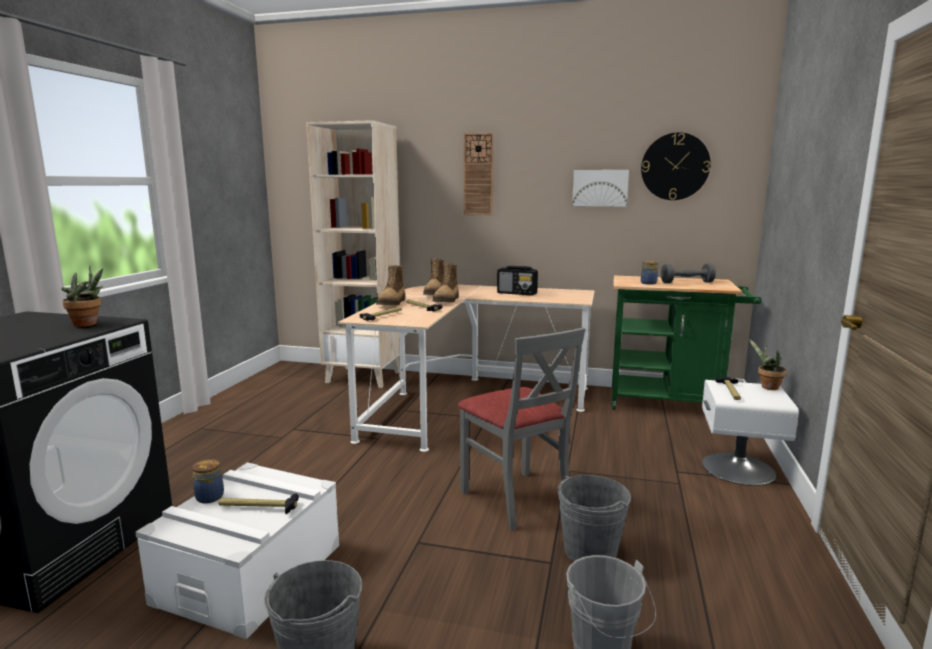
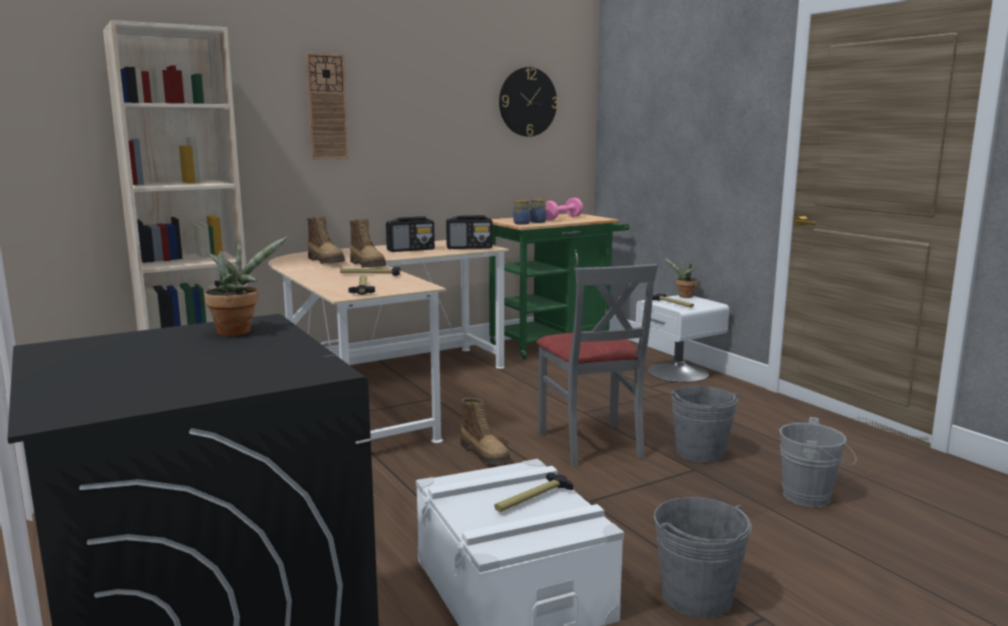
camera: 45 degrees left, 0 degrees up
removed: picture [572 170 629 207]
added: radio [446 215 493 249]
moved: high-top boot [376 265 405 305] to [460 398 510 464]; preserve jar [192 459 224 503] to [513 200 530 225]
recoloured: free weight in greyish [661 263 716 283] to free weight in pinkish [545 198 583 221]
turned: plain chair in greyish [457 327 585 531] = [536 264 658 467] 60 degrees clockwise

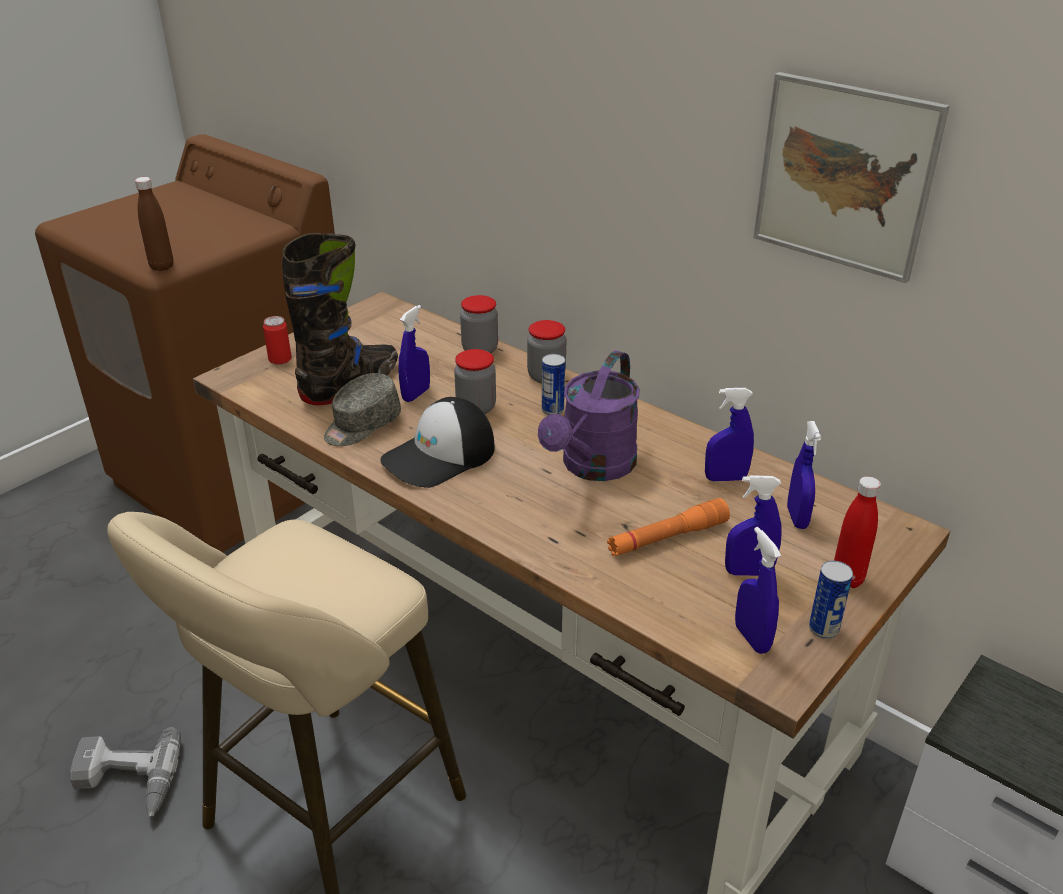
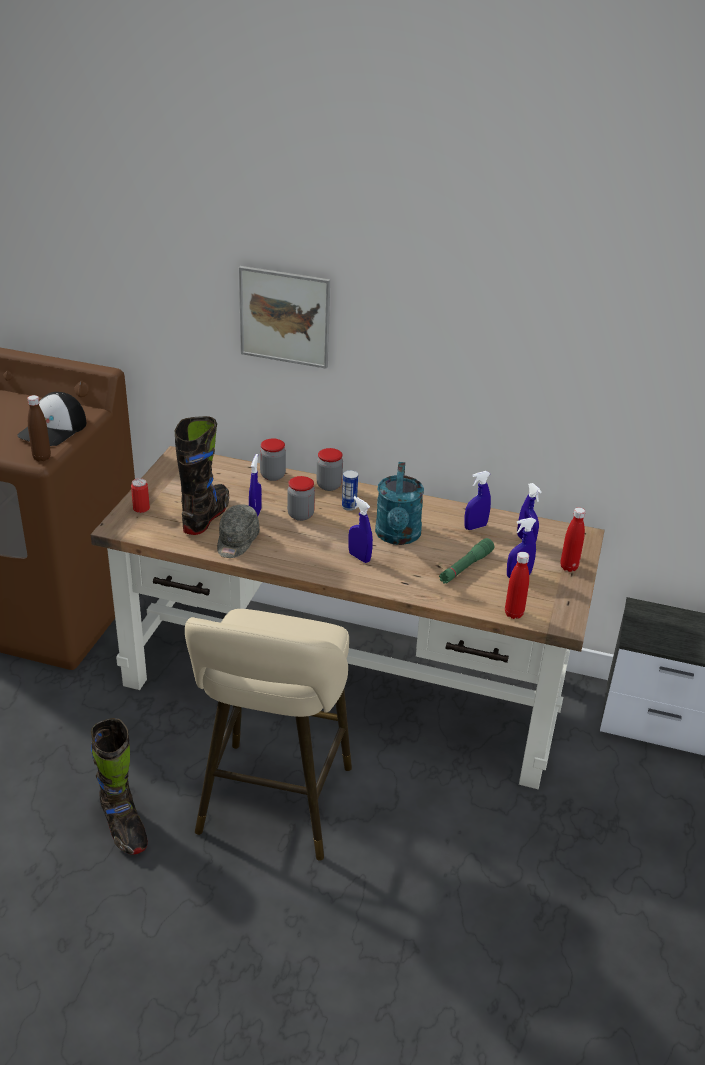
camera: 25 degrees left, 0 degrees up
removed: metal can [809 561 853 639]
added: drink bottle in red [505 552 529 619]
moved: peaked cap [380 397 495 488] to [17 392 87 446]; picture [753 72 950 283] to [239 266 330 369]; sprayer in bluish [735 527 781 654] to [348 496 373 563]
replaced: drill [70 727 181 817] to high-top boot in black [91 718 148 855]
recoloured: watering can in purple [538 351 639 481] to watering can in turquoise-coloured [375 462 424 545]; hand torch in orange [607 498 730 556] to hand torch in greenish [439 538 494 584]

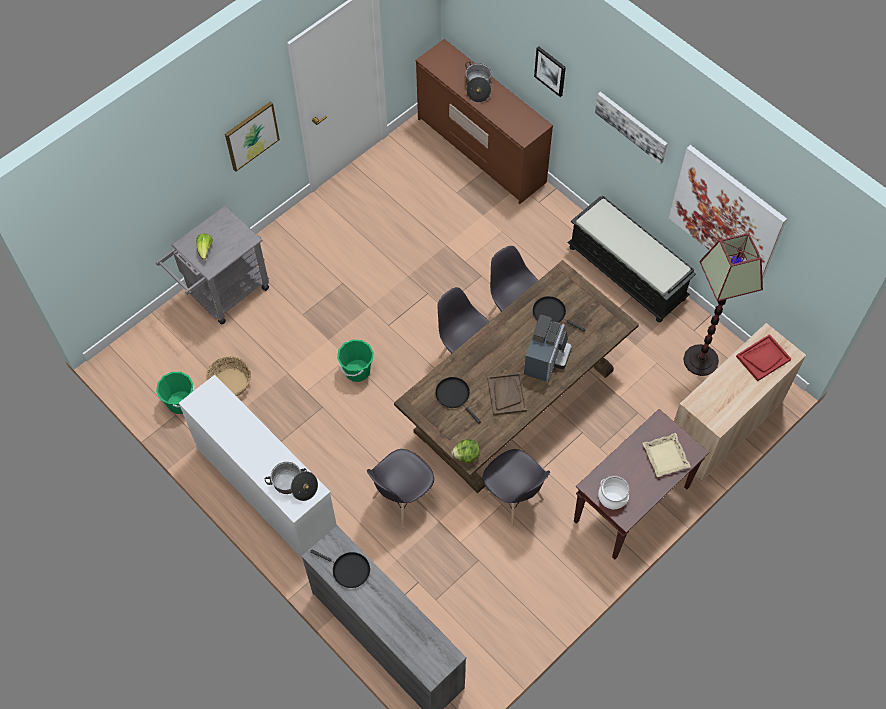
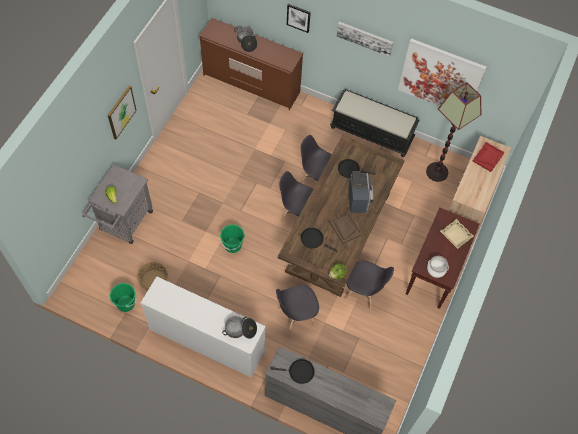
camera: 25 degrees left, 0 degrees up
turned: plain chair in greyish [367 449 434 527] = [276 285 319 334] 45 degrees clockwise

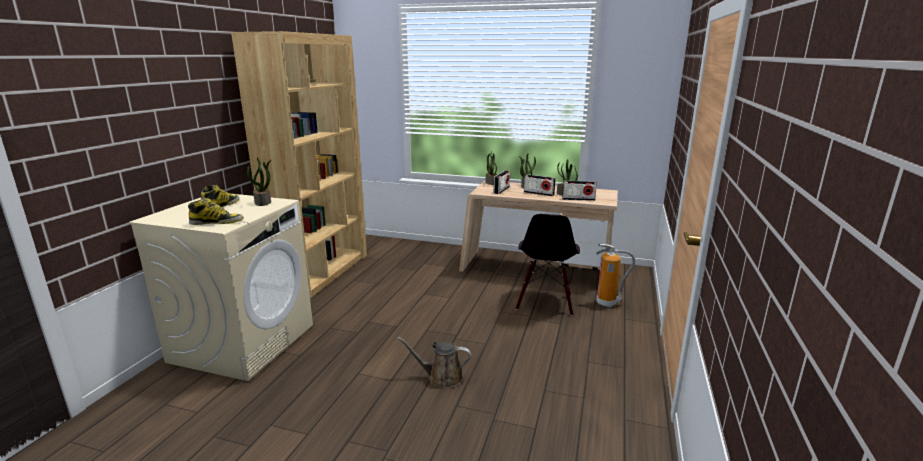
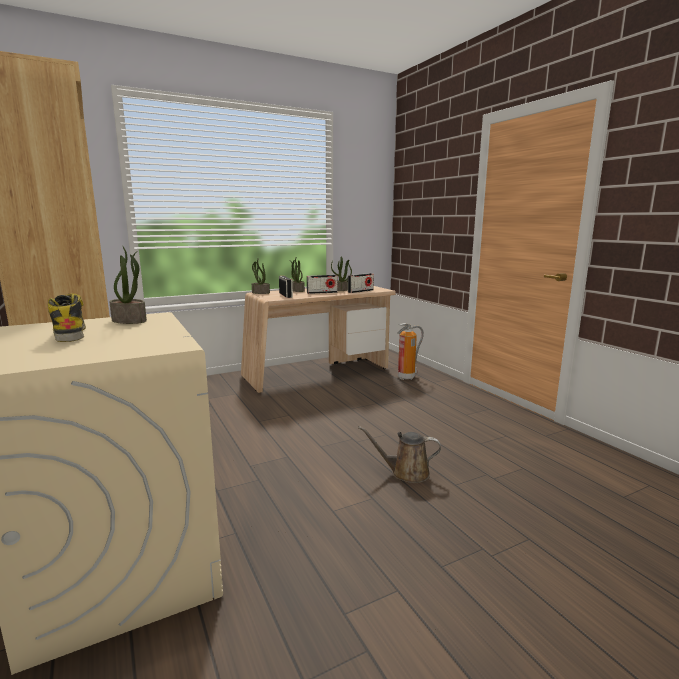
camera: 45 degrees left, 5 degrees down
removed: high-top boot [188 197 244 225]; plain chair in black [516 214 580 316]
turned: watering can in brownish [397 337 471 388] = [358 426 441 483] 45 degrees clockwise

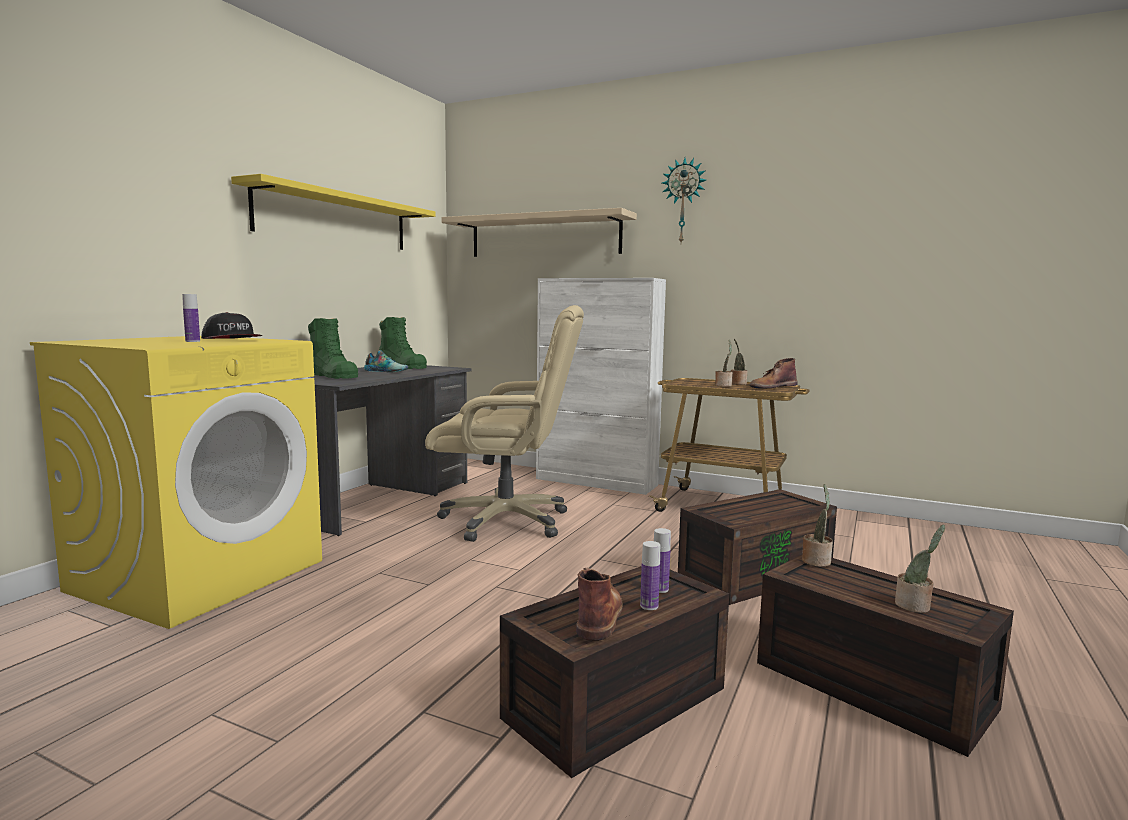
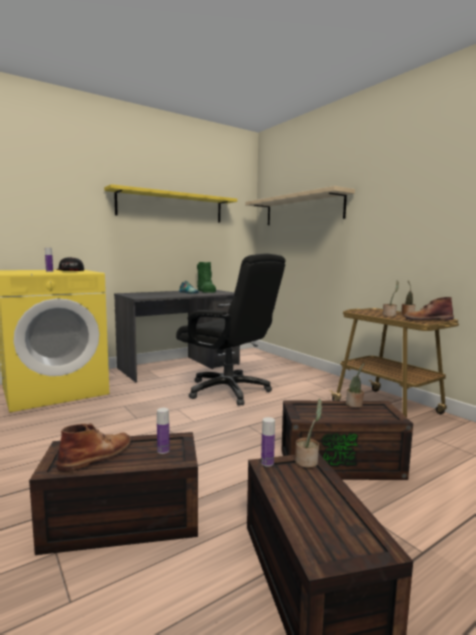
camera: 30 degrees right, 0 degrees up
removed: high-top boot in greenish [308 318 358 379]; cupboard in whitish [536 278 666 495]; clock on the wall [662 158 706 243]
moved: drink bottle [640 541 660 610] to [261 417 275 467]; plant in a pot [895 525 945 613] to [346 363 365 408]
recoloured: computer chair in beige [425 305 584 542] to computer chair in black [176 253 286 406]

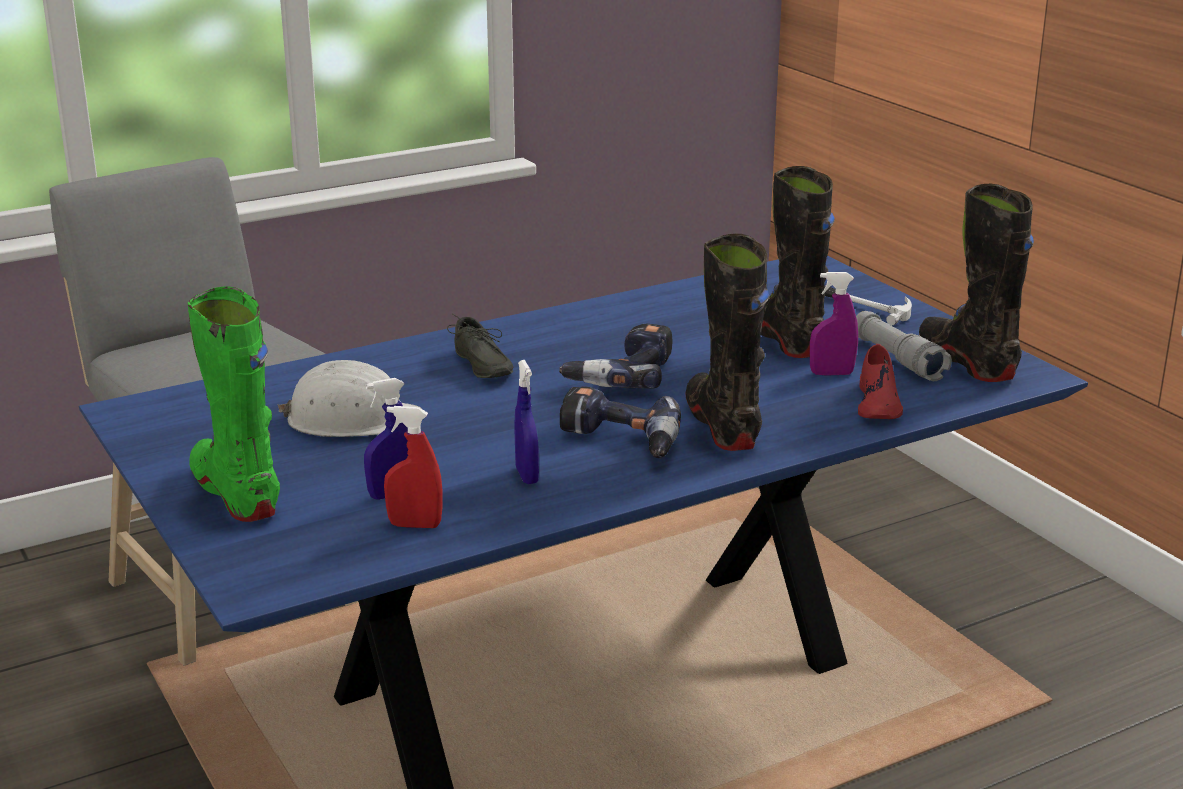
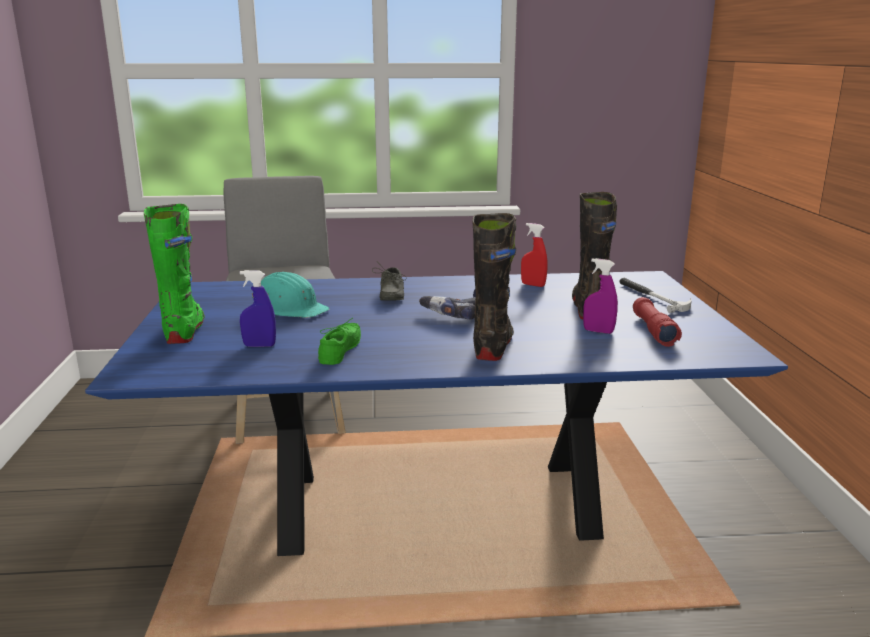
camera: 25 degrees right, 5 degrees down
removed: drill [560 386 681 458]; item of footwear in red [858 344 903 419]; high-top boot in black [919 184 1034 382]
moved: sprayer in red [384 406 443 528] to [521 223 548 287]
replaced: sprayer in bluish [515 360 539 484] to item of footwear in greenish [318 318 361 365]
recoloured: hard hat in whitish [277 360 422 437] to hard hat in turquoise-coloured [252 272 330 318]; hand torch in greyish [856 311 952 381] to hand torch in red [633 297 682 347]

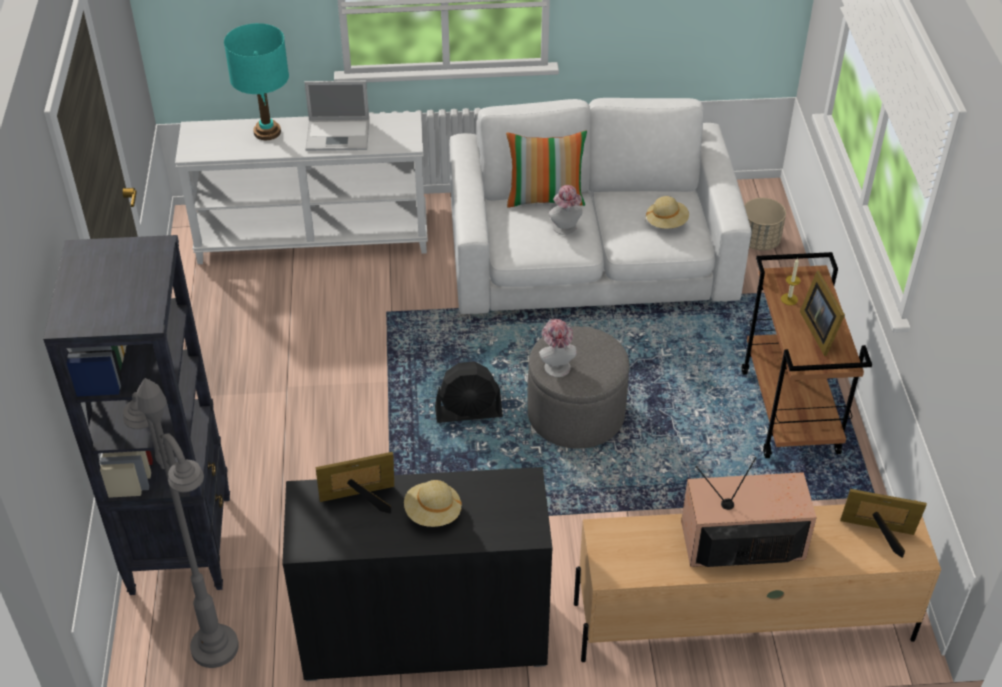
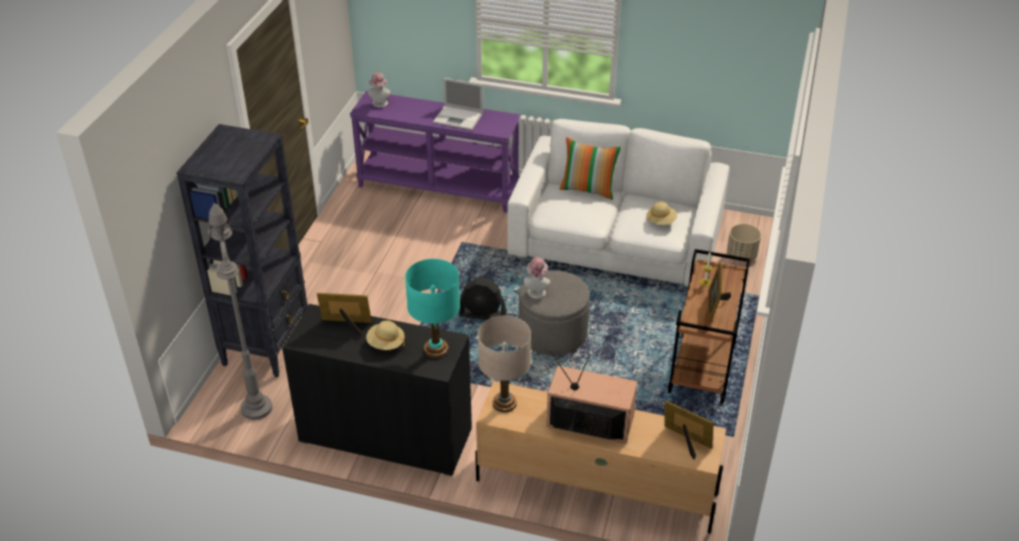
camera: 20 degrees right, 5 degrees down
added: lamp for a table in beige [478 315 531 413]
moved: wearable hat [549 185 583 235] to [368 72 391 107]; lamp for a table in turquoise-coloured [224 23 289 140] to [405 259 460 358]
recoloured: console table in whitish [175 112 428 264] to console table in purple [350 91 520 213]

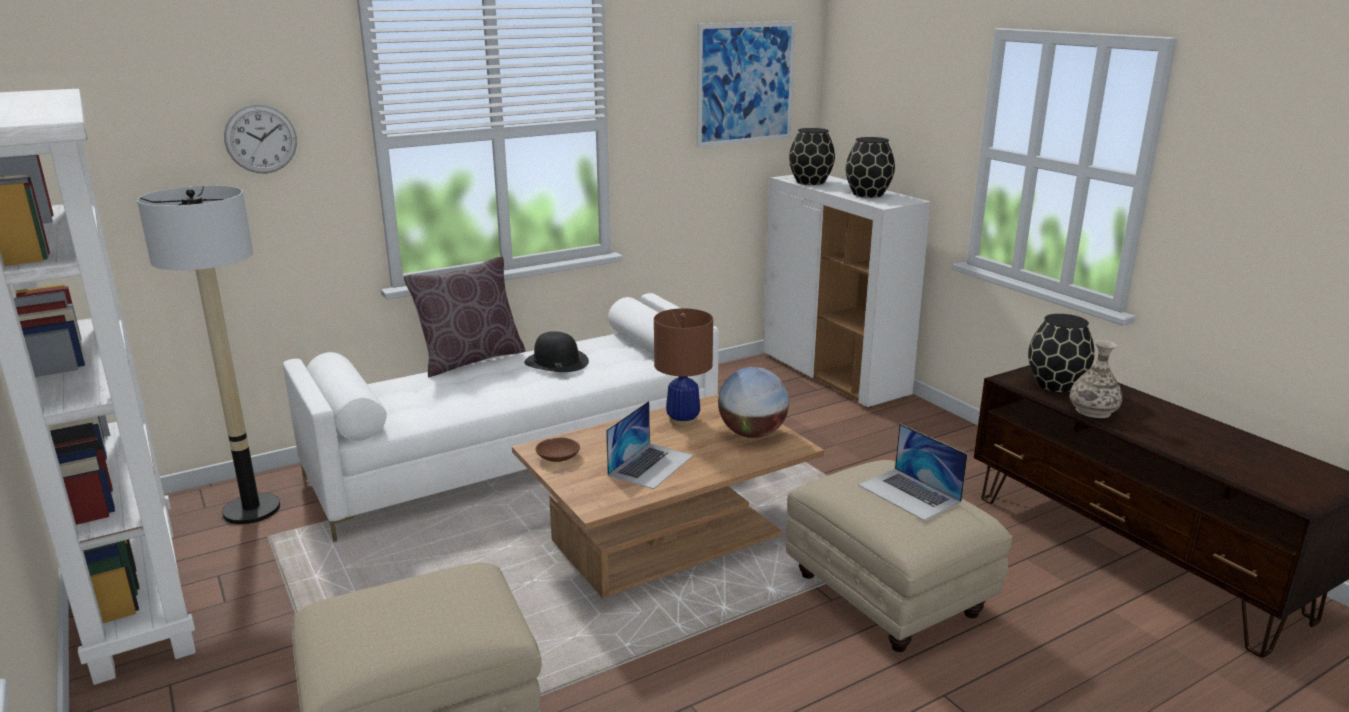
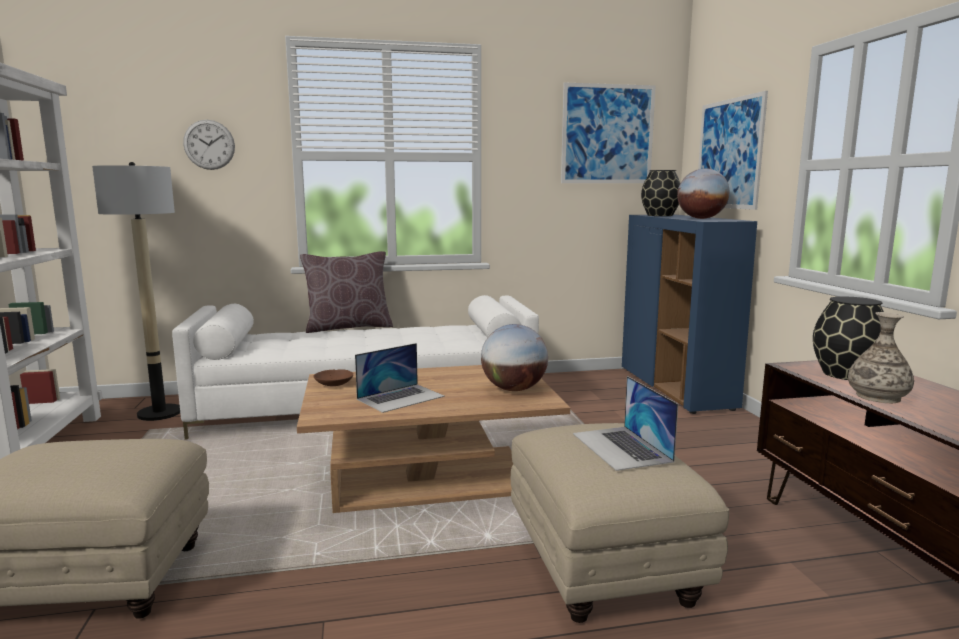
camera: 20 degrees right, 10 degrees down
removed: wearable hat in black [524 331 589 372]; lamp for a table in brownish [654 308 713 427]
added: picture [698 91 768 210]
replaced: vase in black [846 137 895 198] to globe [677 168 730 219]
recoloured: cupboard in whitish [763 175 931 408] to cupboard in bluish [622 214 757 414]

